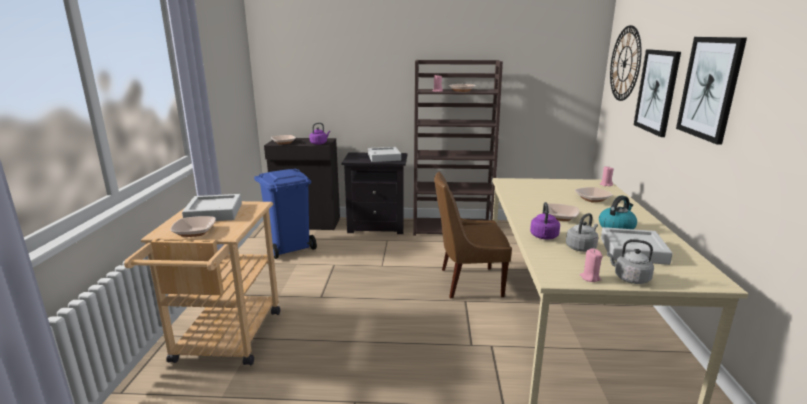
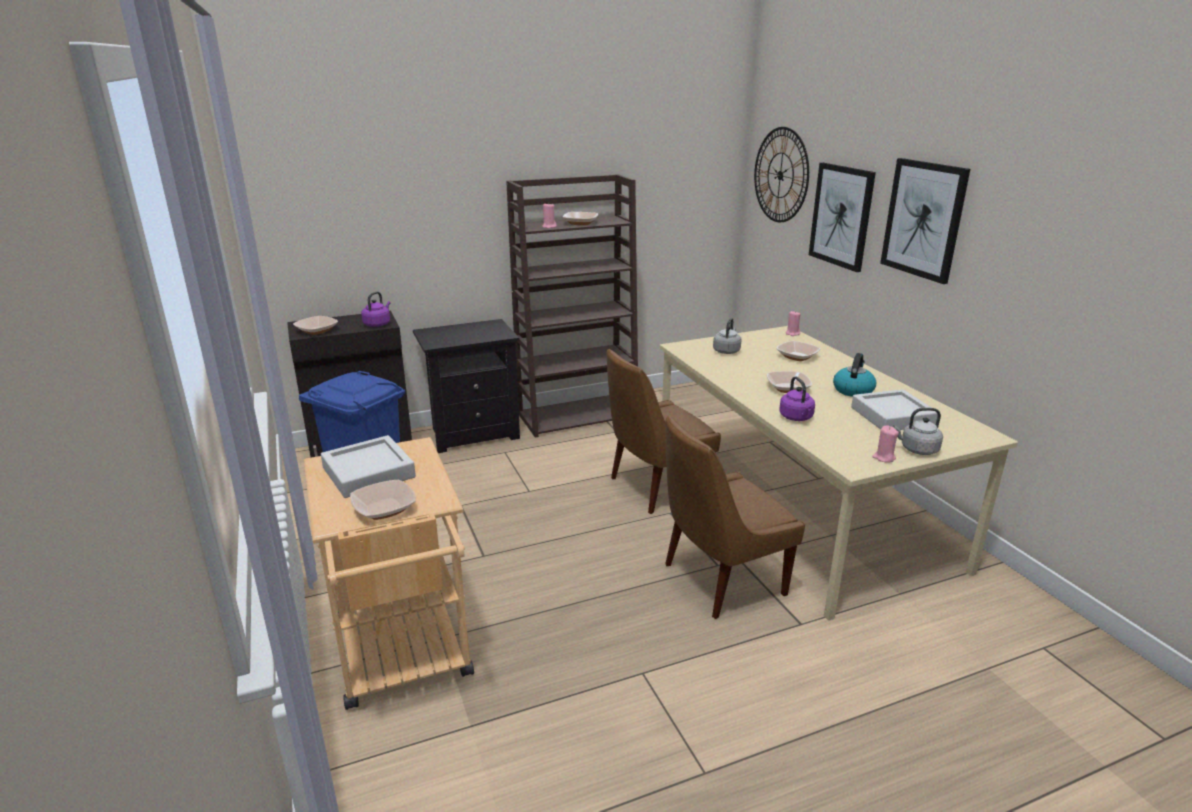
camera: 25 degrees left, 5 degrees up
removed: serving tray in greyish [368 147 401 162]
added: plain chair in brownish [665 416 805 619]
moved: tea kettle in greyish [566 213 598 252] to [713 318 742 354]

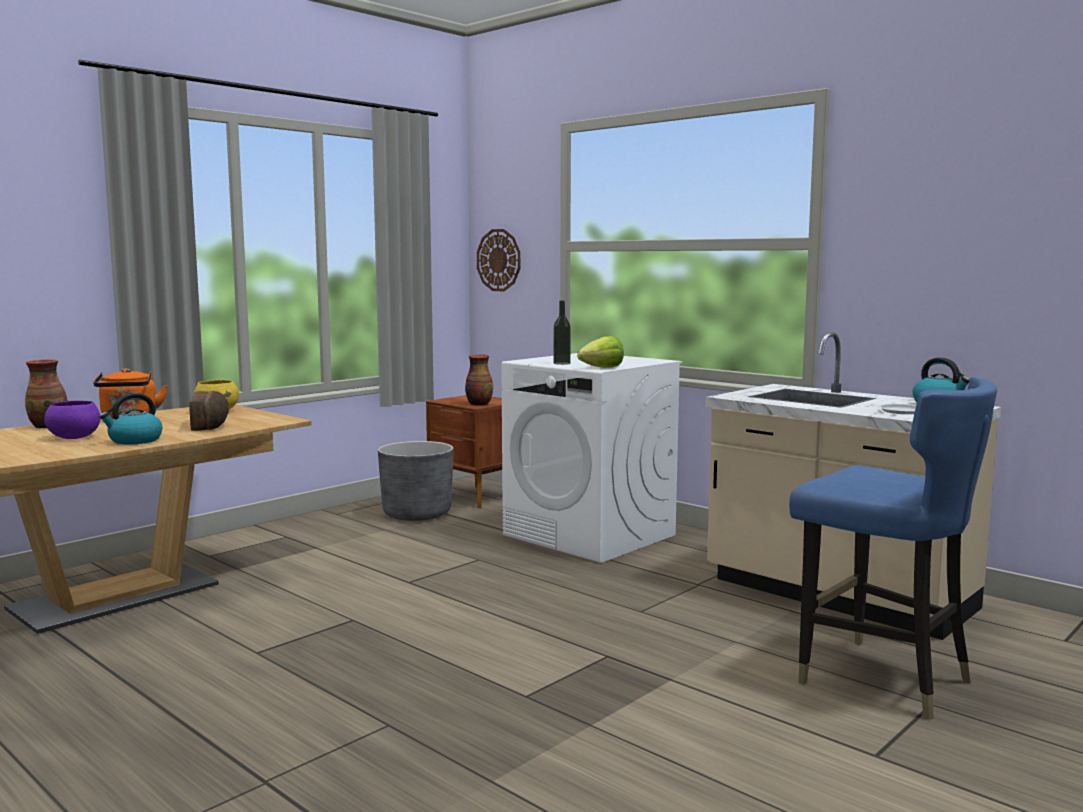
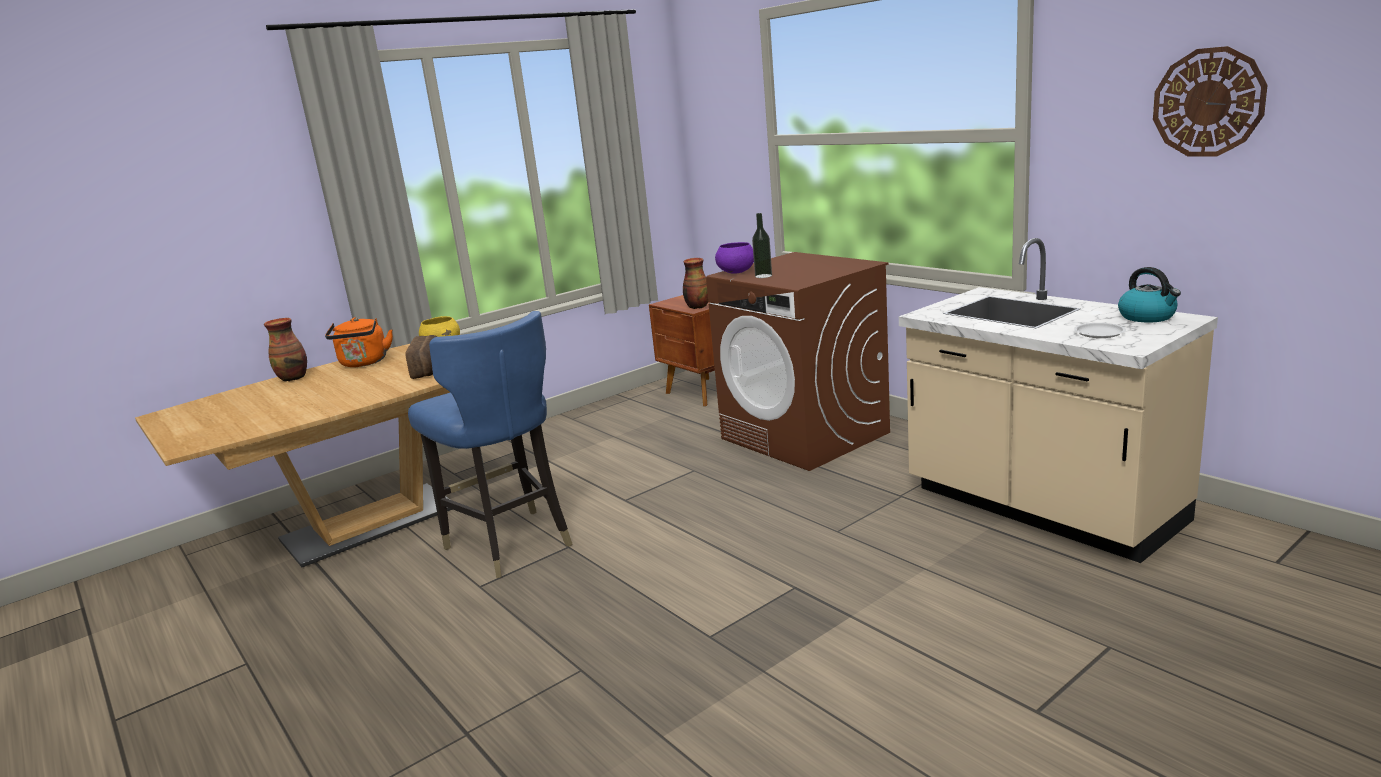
camera: 10 degrees right, 10 degrees up
removed: tea kettle [99 393 162 445]; flower pot in greyish [378 441 454 521]; lettuce head [577 336 624 368]
moved: plain chair in bluish [789 377 997 720] to [408 311 572 578]; bowl in purple [44 401 100 439] to [715 242 754 274]; clock on the wall [477 229 520 291] to [1153 46 1268 157]
recoloured: washing machine in whitish [502 353 682 563] to washing machine in brownish [706 252 890 471]

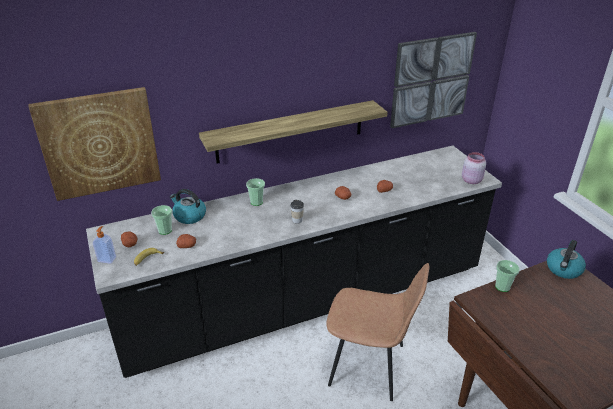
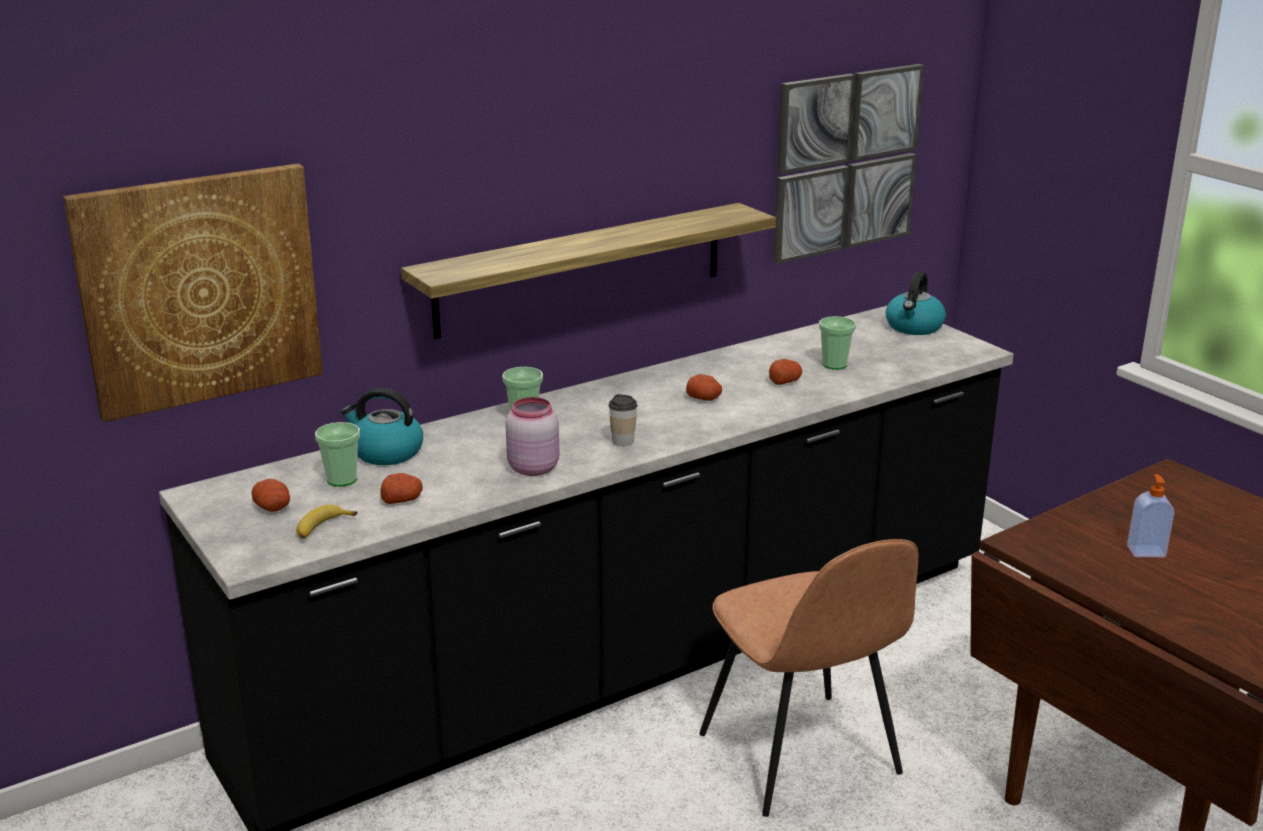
camera: 10 degrees left, 10 degrees down
moved: preserve jar in pinkish [462 152 486 184] to [505 397 559 476]; small cup [495 260 520 292] to [819 316 856 370]; tea kettle [547 240 586 279] to [885 272 946 335]; liquid soap bottle [93 226 116 264] to [1127 474 1174 557]
turned: plain chair in brownish [327 263 430 401] = [699 539 918 817] 60 degrees clockwise

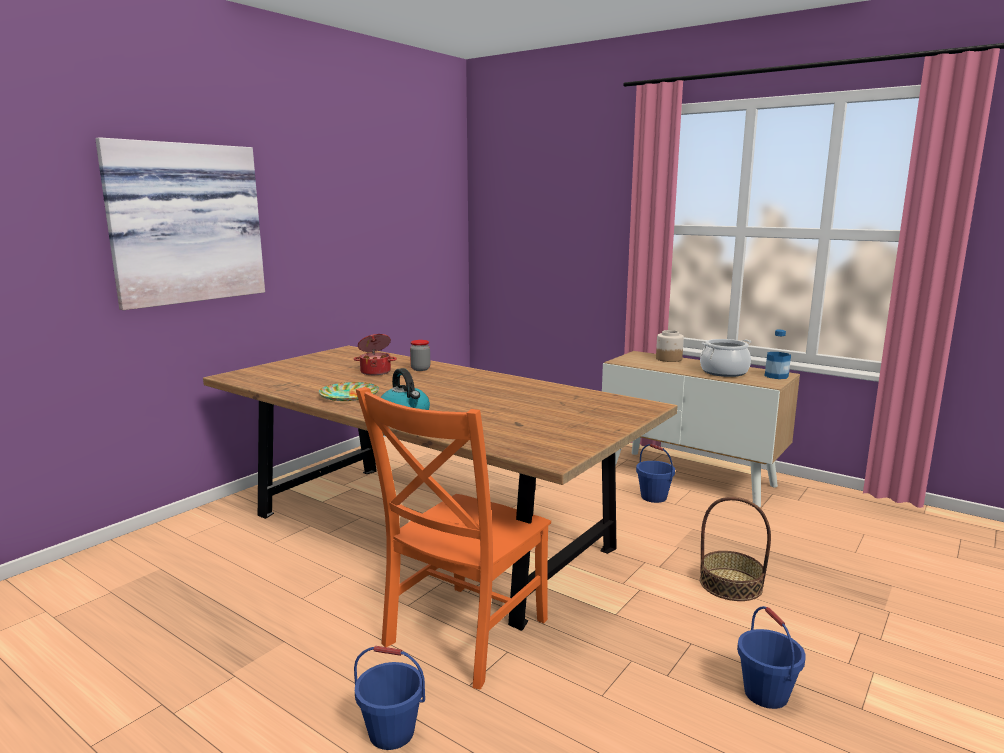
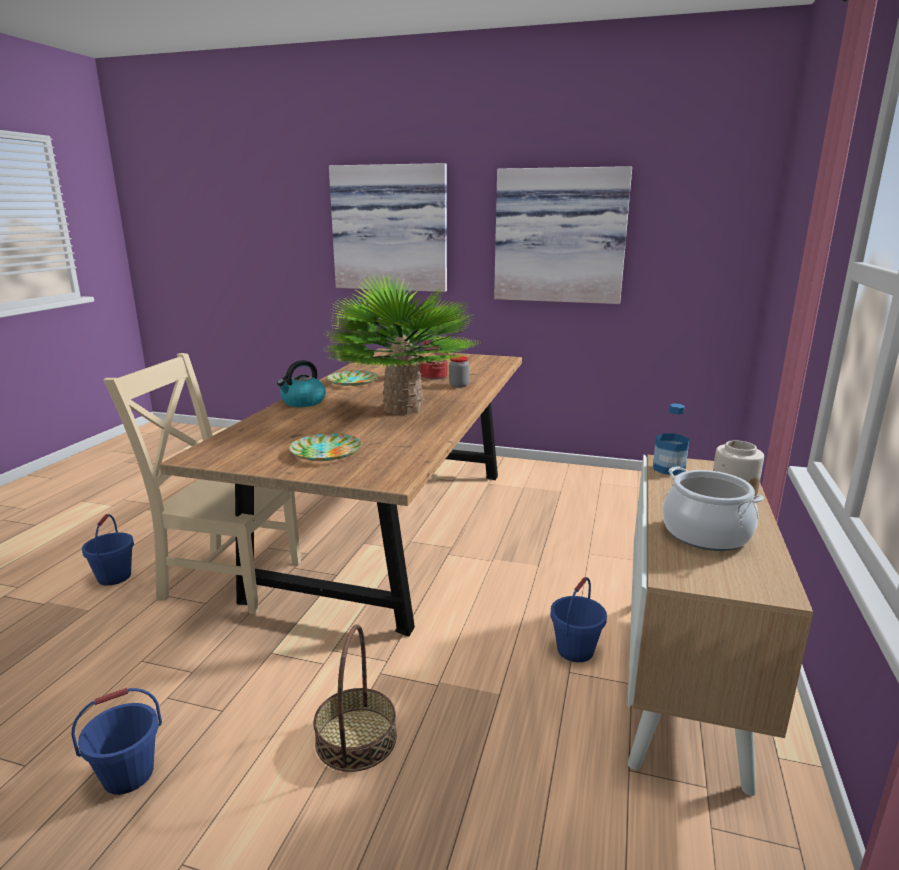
camera: 70 degrees right, 5 degrees up
added: dinner plate [289 433 361 461]; plant in a pot [325 273 476 415]; picture [494 166 632 304]
moved: drink bottle [764 330 791 379] to [653 404 689 475]
recoloured: plain chair in orange [355 387 551 690] to plain chair in beige [103 353 301 614]

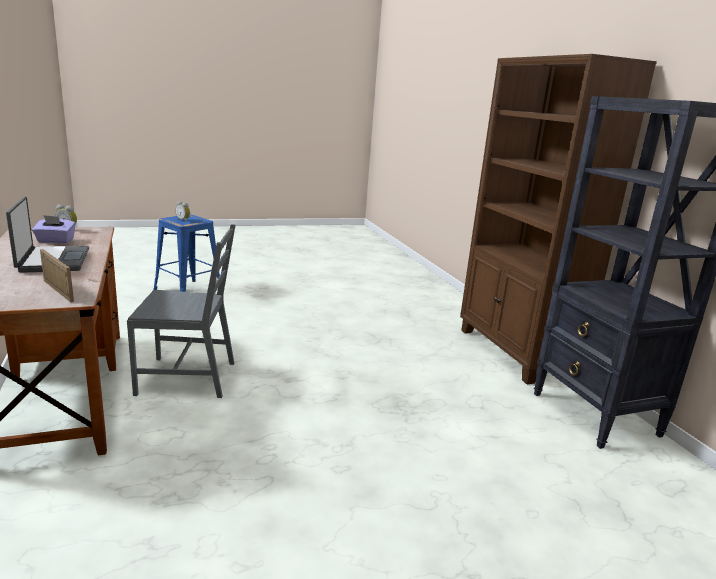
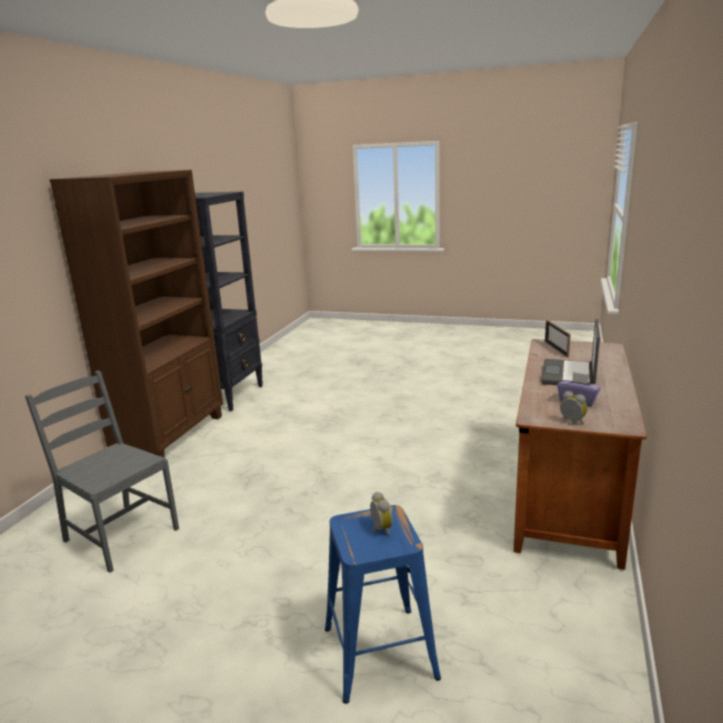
camera: 140 degrees left, 0 degrees up
moved: plain chair in greyish [127 224 236 398] to [25 371 179 573]

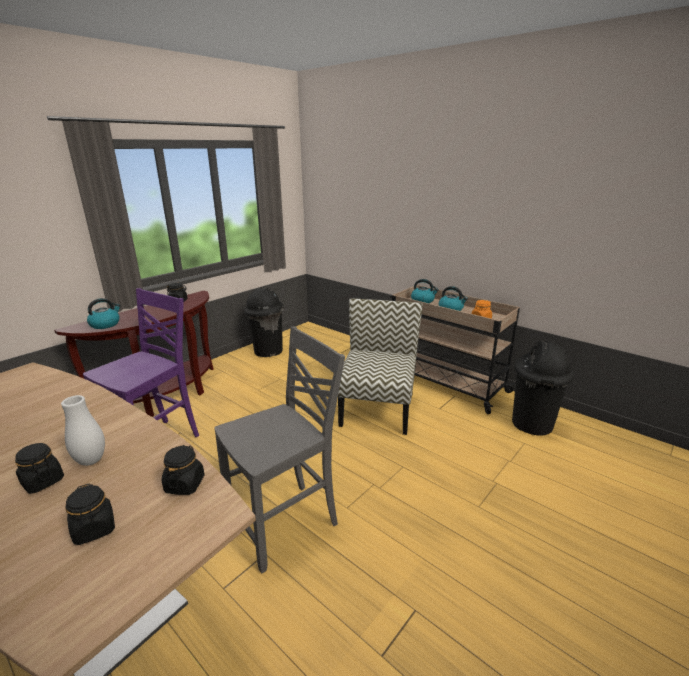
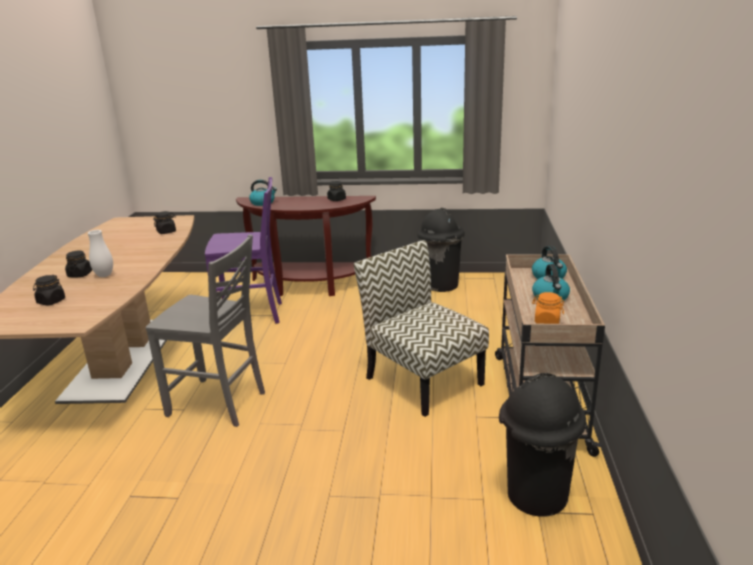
camera: 55 degrees right, 0 degrees up
moved: preserve jar in black [162 445 205 495] to [153 211 176 234]
turned: plain chair [338 298 422 435] = [354 240 489 417] 105 degrees counterclockwise

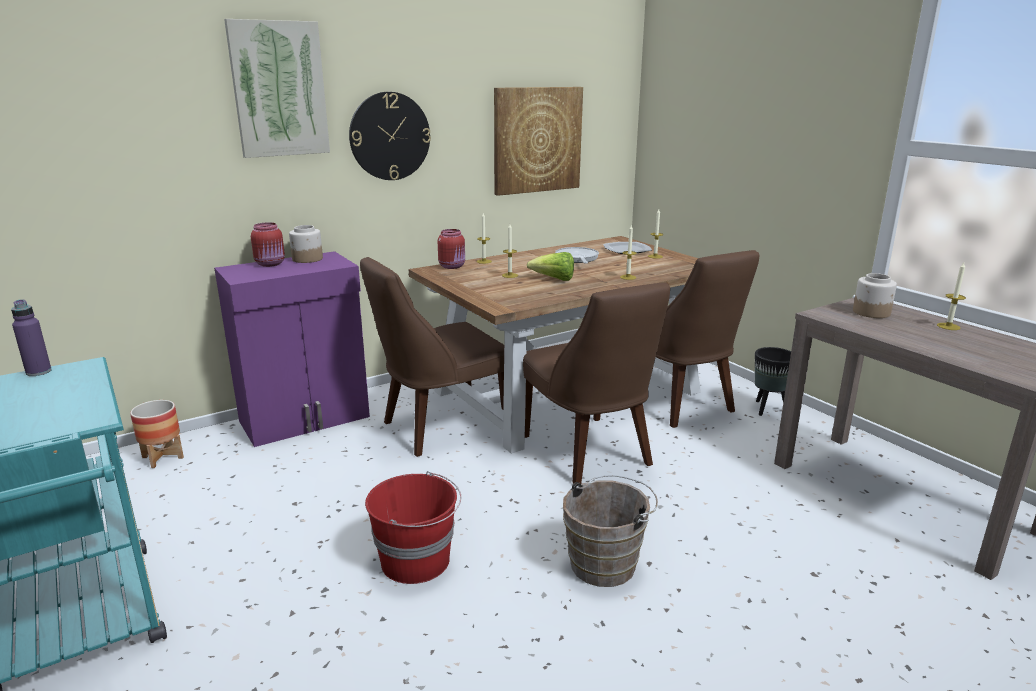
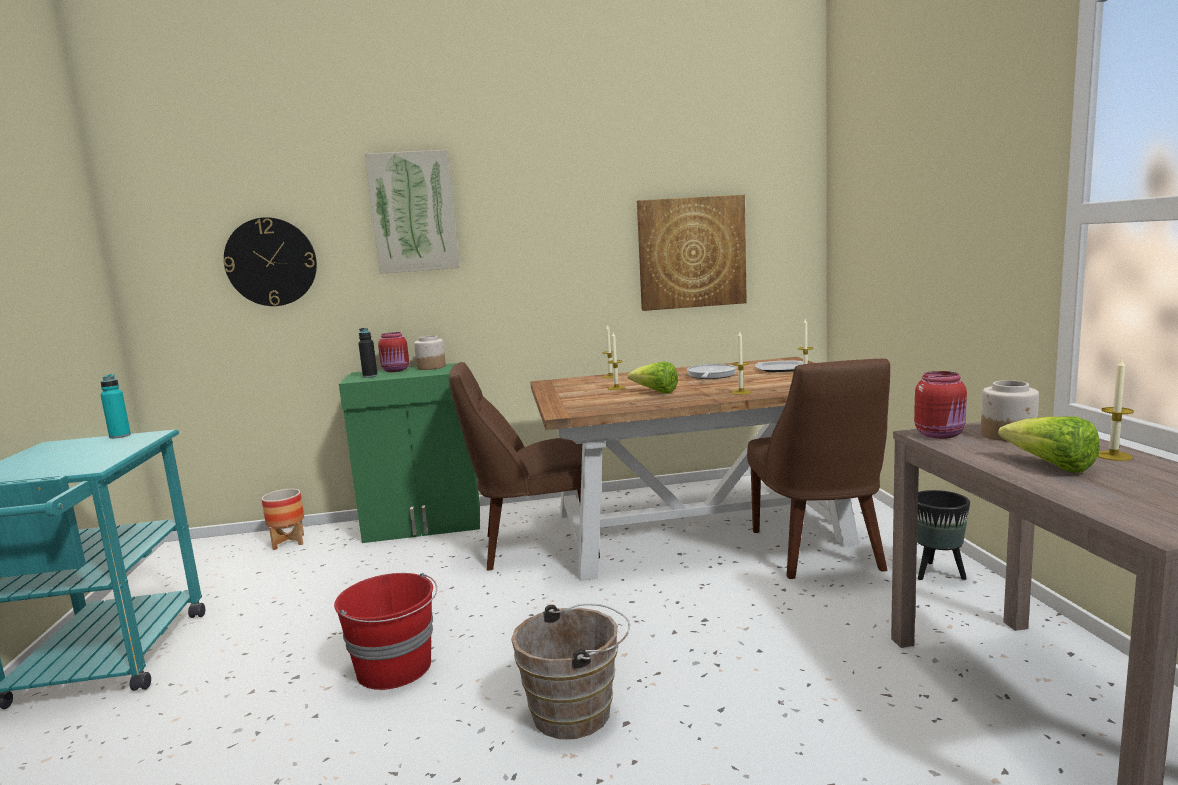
camera: 25 degrees right, 10 degrees down
removed: plain chair in brownish [523 282 670 484]
added: drink bottle in black [358 328 378 378]; lettuce head [998 416 1099 473]
moved: clock on the wall [349 92 431 180] to [223 217 317 306]; preserve jar in red [438 229 465 269] to [914 371 967 439]
recoloured: drink bottle in purple [11 300 52 376] to drink bottle in turquoise-coloured [101 374 131 439]; cupboard in purple [214 251 370 447] to cupboard in greenish [339 362 480 543]

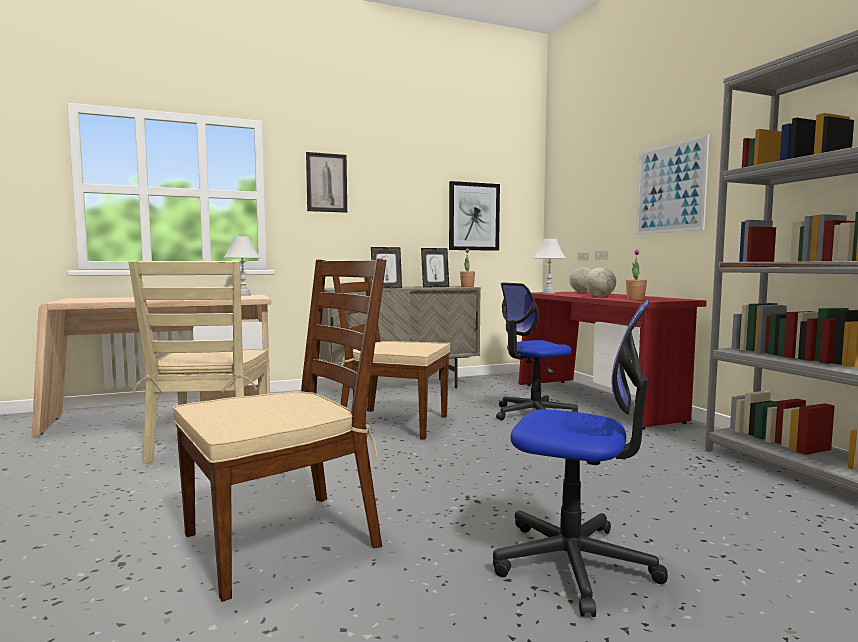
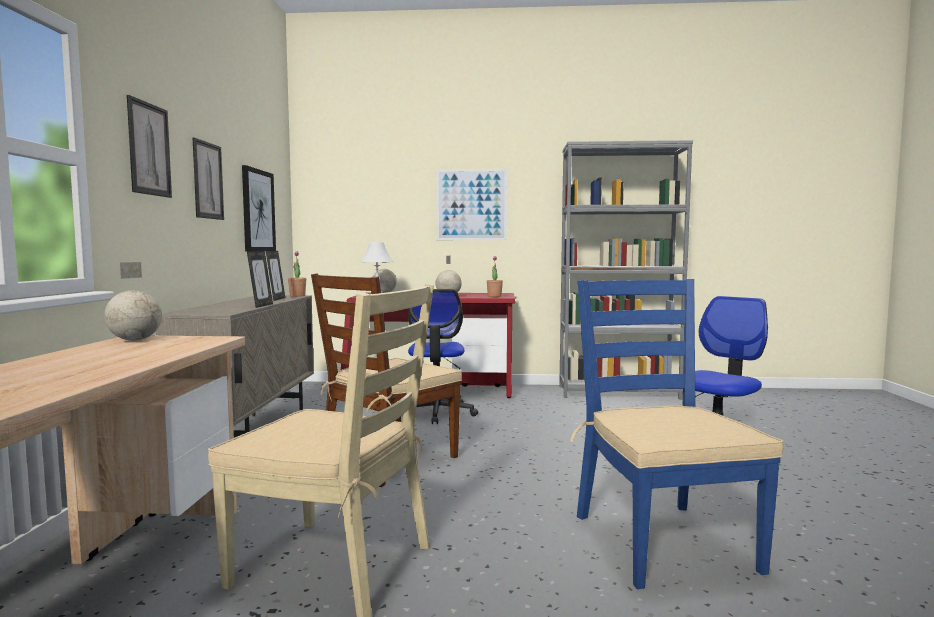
camera: 65 degrees left, 0 degrees up
added: picture [193 138 224 220]
replaced: lamp for a table in whitish [223 236 260 296] to globe [104 262 162 341]
recoloured: plain chair in brownish [173 258 387 602] to plain chair in bluish [570 279 784 589]

